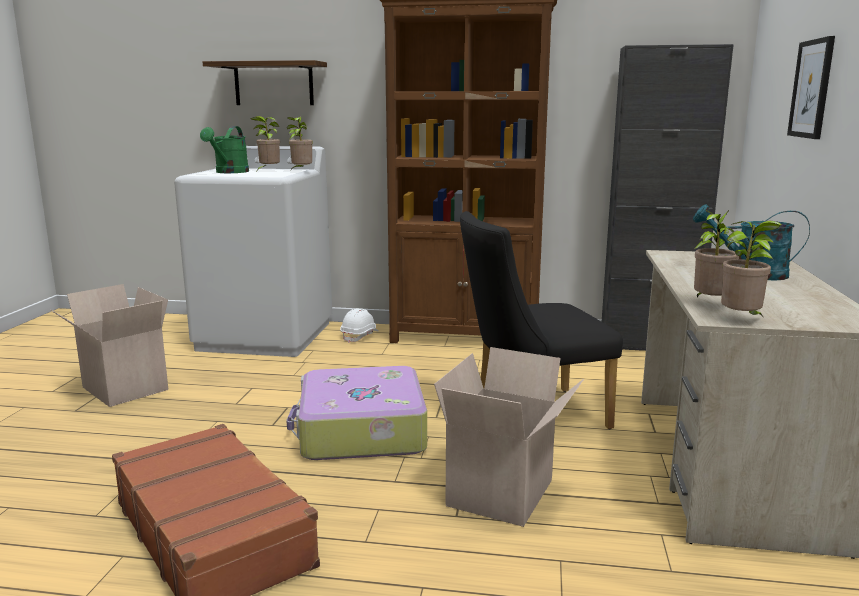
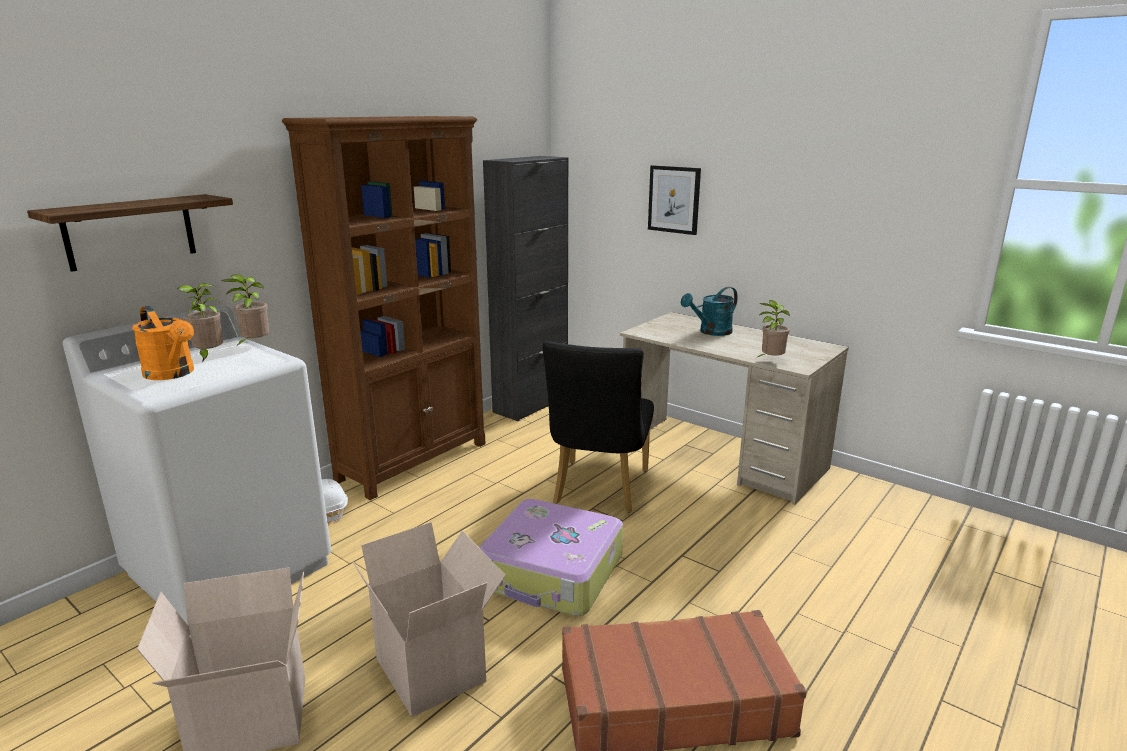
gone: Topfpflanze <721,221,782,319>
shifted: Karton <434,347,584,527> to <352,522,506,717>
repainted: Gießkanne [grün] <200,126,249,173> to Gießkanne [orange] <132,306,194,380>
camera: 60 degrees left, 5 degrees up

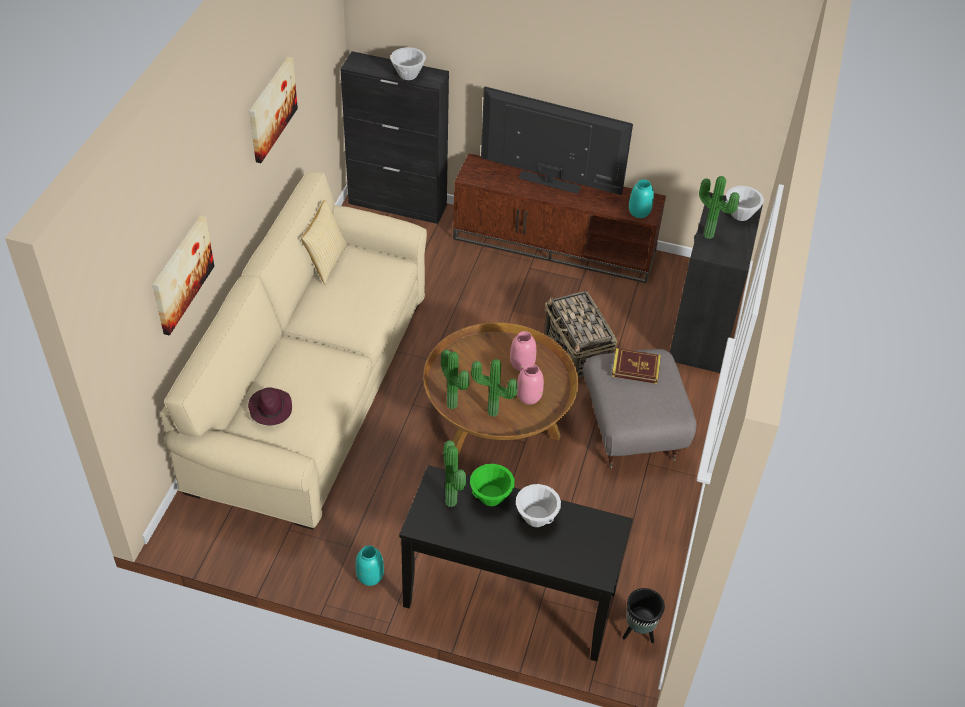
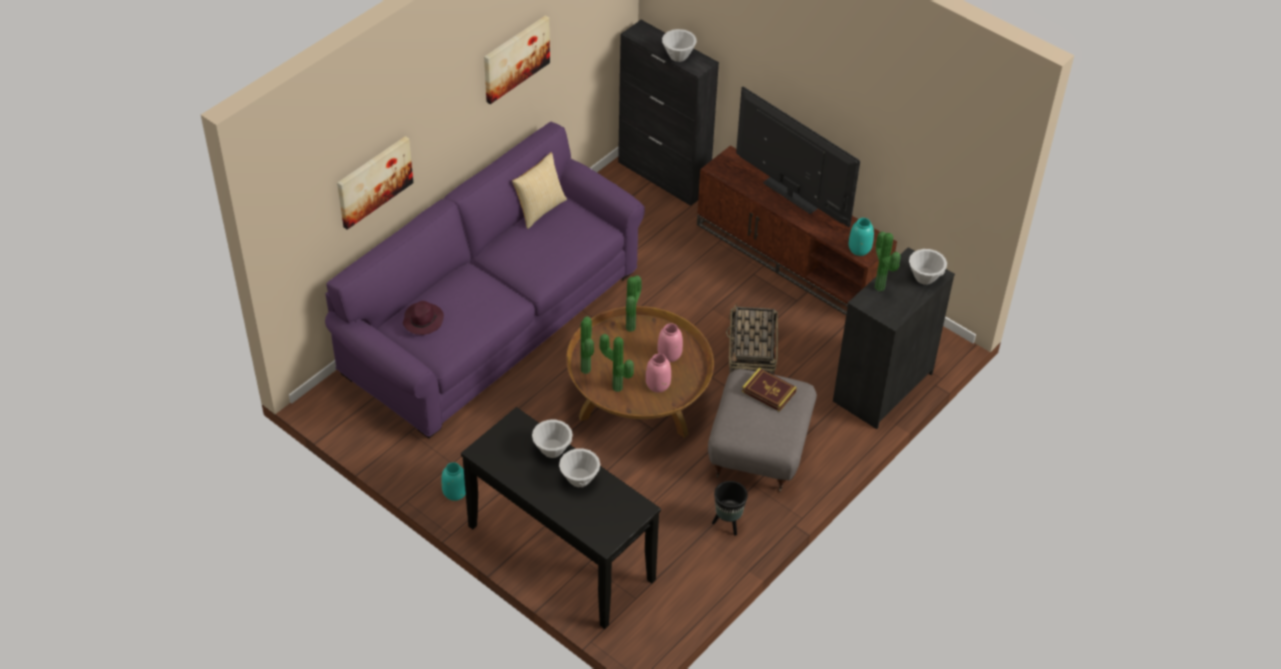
shifted: Topfpflanze <443,440,466,507> to <626,276,641,332>; Pflanzkübel [schwarz] <623,588,665,643> to <712,481,748,536>
repainted: Sofa [beige] <160,171,427,530> to Sofa [lila] <325,122,645,439>; Schüssel [grün] <470,464,515,506> to Schüssel [weiß] <532,420,573,458>
camera: 25 degrees right, 0 degrees up

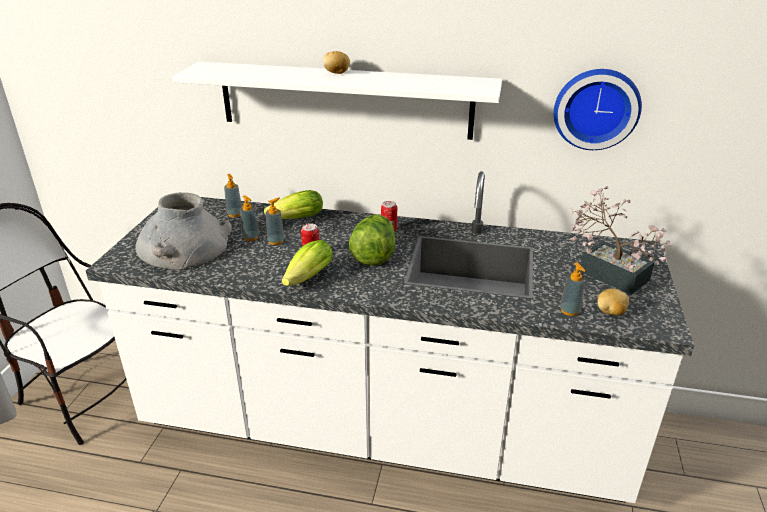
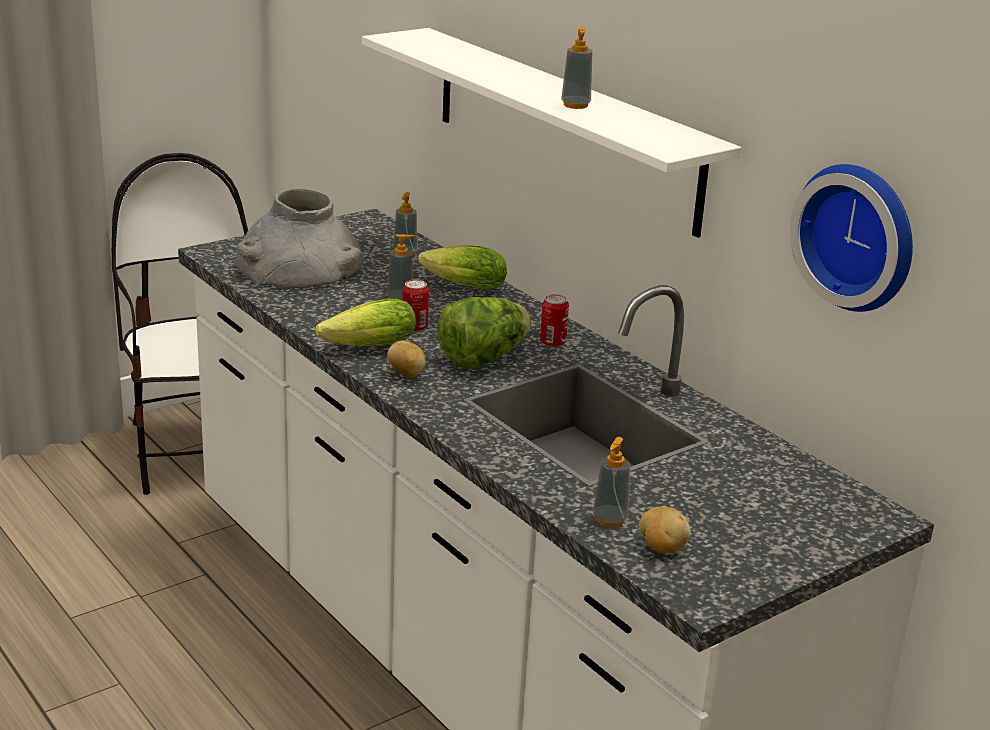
gone: Topfpflanze <571,186,672,295>
shifted: Seifenspender <240,195,259,241> to <561,26,592,109>; Kartoffel <323,51,350,74> to <387,341,426,377>
camera: 40 degrees right, 5 degrees down

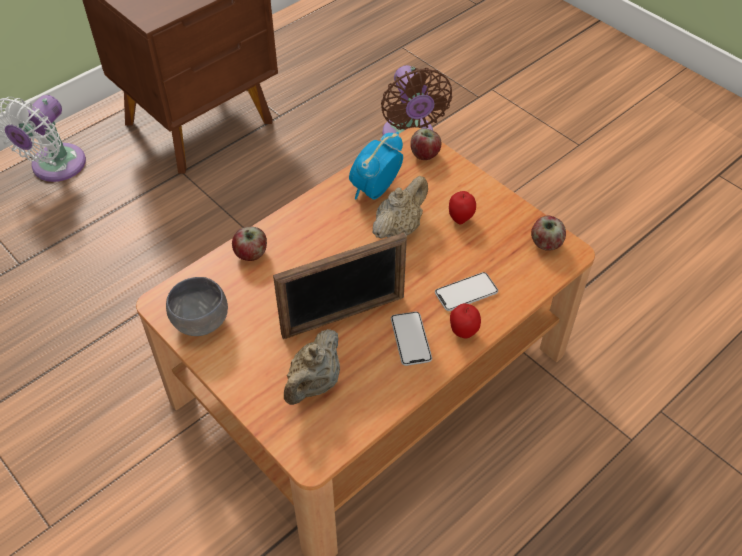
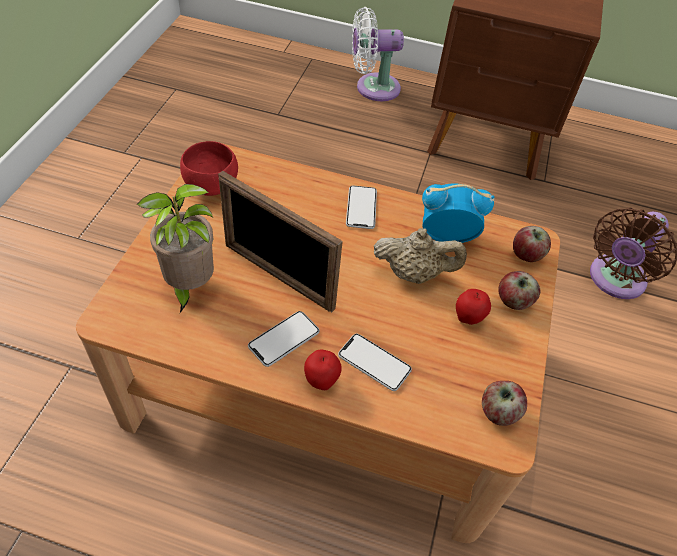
new: Handy <346,185,377,229>
shifted: Apfel <232,227,267,261> to <498,271,540,310>
swapped: Teekanne [beige] <284,329,340,405> to Topfpflanze <136,184,214,313>
repainted: Schüssel [grau] <166,277,228,336> to Schüssel [rot] <180,141,238,196>
camera: 55 degrees right, 0 degrees up

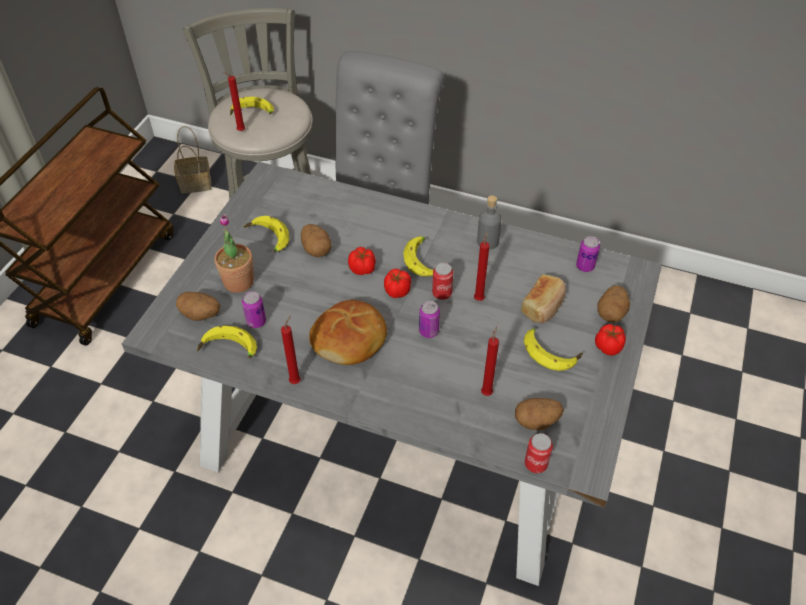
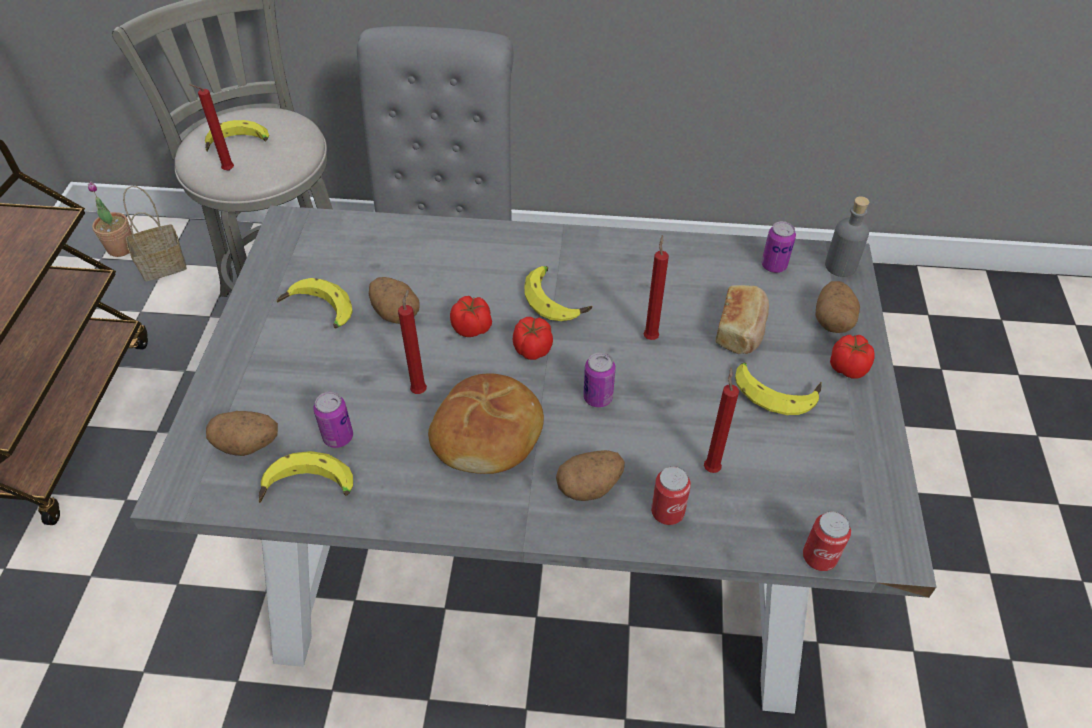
shifted: Topfpflanze <214,214,254,293> to <88,181,132,257>; Kerze [rot] <281,315,301,384> to <398,289,427,394>; Dose <432,263,453,300> to <651,466,691,525>; Flasche [grau] <477,195,502,250> to <825,196,869,277>; Kartoffel <515,398,564,430> to <556,450,625,501>
camera: 15 degrees left, 0 degrees up

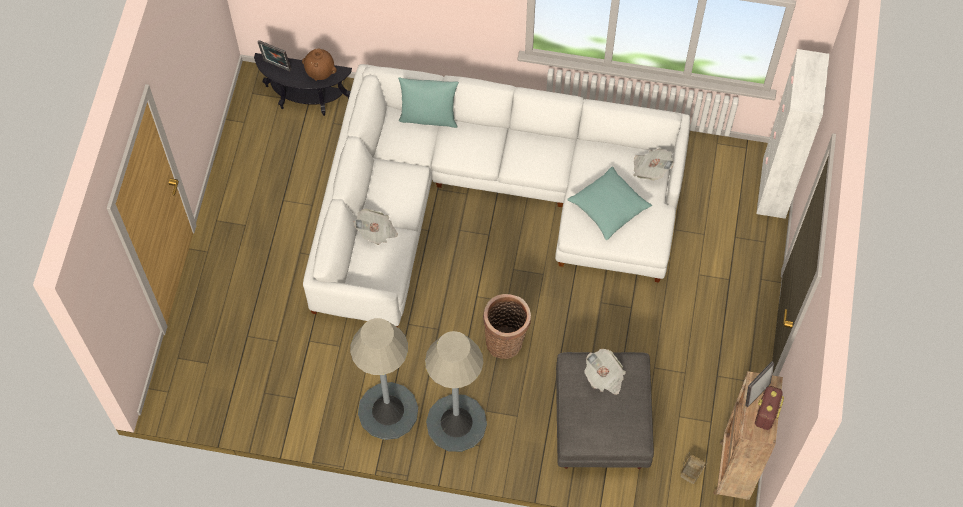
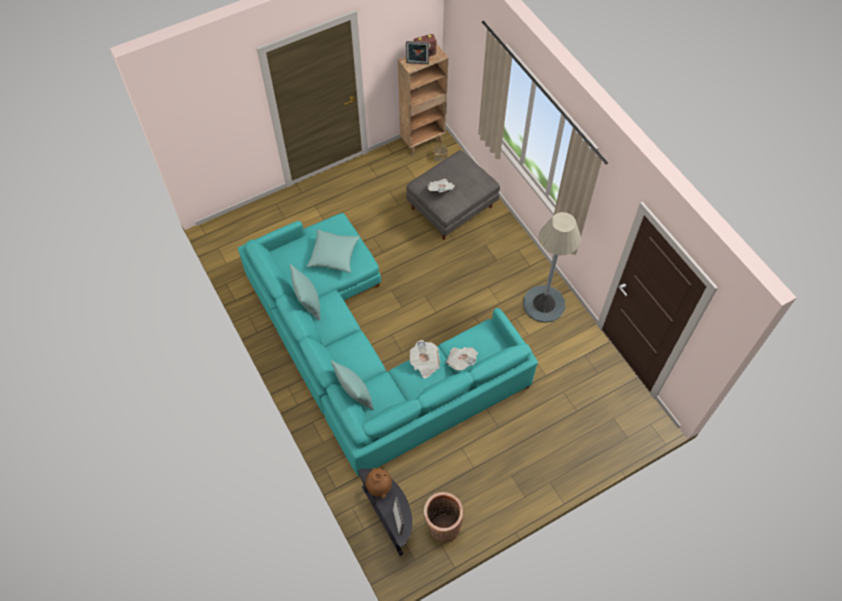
gone: Stehlampe [grau] <425,331,487,452>; Schrank [weiß] <756,49,829,219>
new: Kissen [türkis] <290,264,320,321>
shifted: Korb <483,294,531,359> to <424,492,464,543>; Zeitung <633,148,674,180> to <410,340,440,379>
repainted: Sofa [weiß] <303,64,690,327> to Sofa [türkis] <238,213,538,476>
camera: 130 degrees left, 5 degrees down

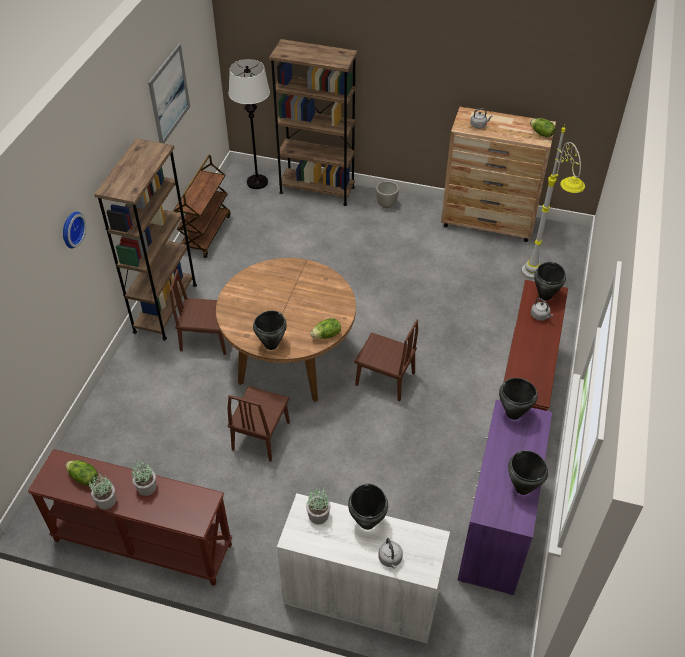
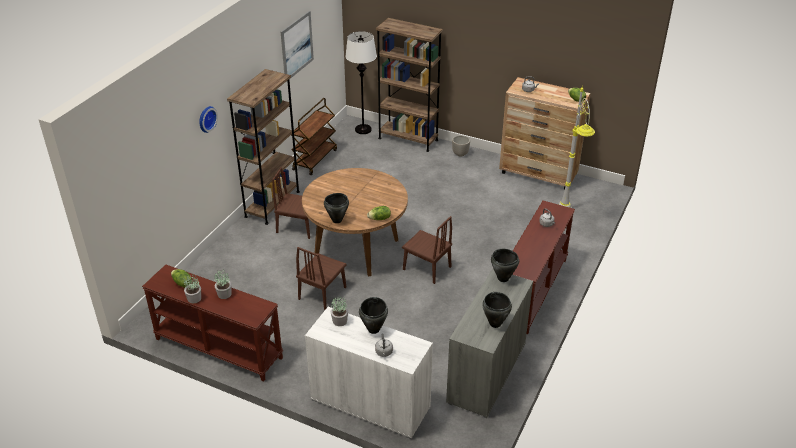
gone: Kochtopf [schwarz] <534,262,566,301>
repainted: Schrank [lila] <458,400,552,595> to Schrank [grau] <446,269,533,418>
camera: 10 degrees right, 10 degrees down

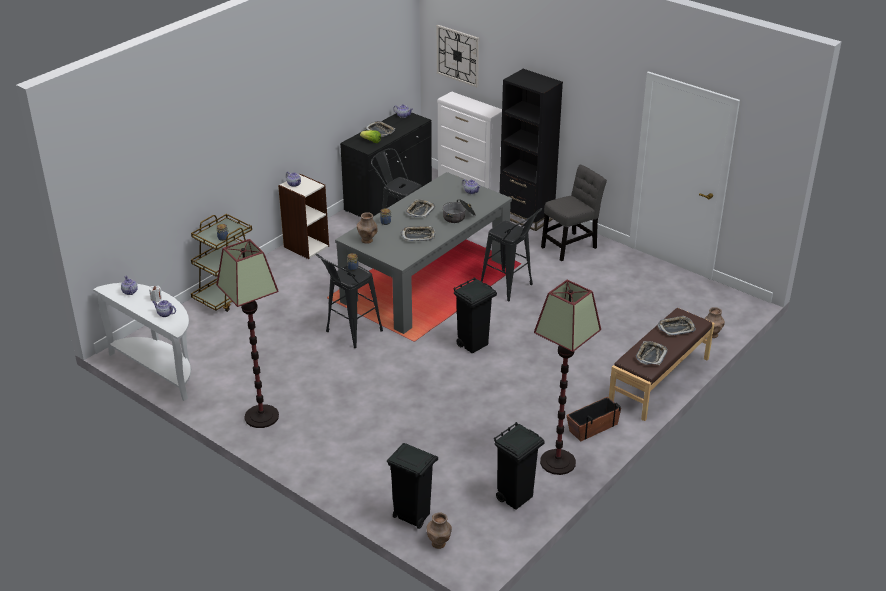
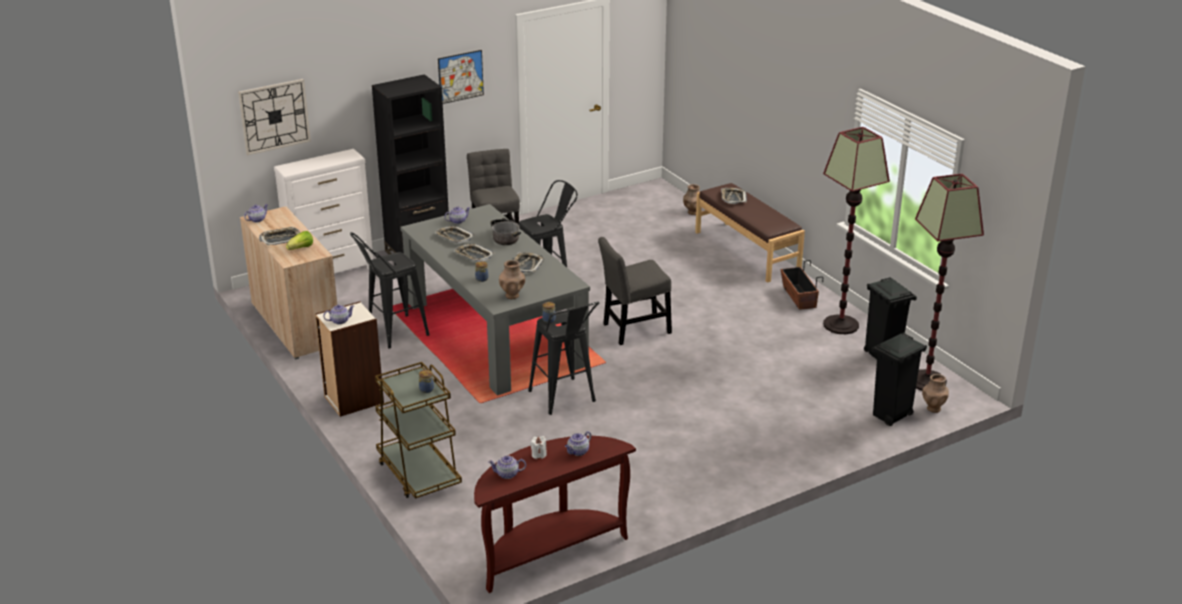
new: Bild <438,50,484,104>
shifted: Stehlampe <216,239,279,428> to <915,174,984,391>; Tablett <636,341,668,365> to <435,226,475,243>
swapped: Mülleimer [schwarz] <453,277,497,354> to Stuhl [grau] <598,237,672,345>
repainted: Konsolentisch [weiß] <93,283,192,401> to Konsolentisch [braun] <474,436,636,593>; Schrank [schwarz] <340,112,432,217> to Schrank [beige] <240,206,337,360>
camera: 70 degrees left, 5 degrees down

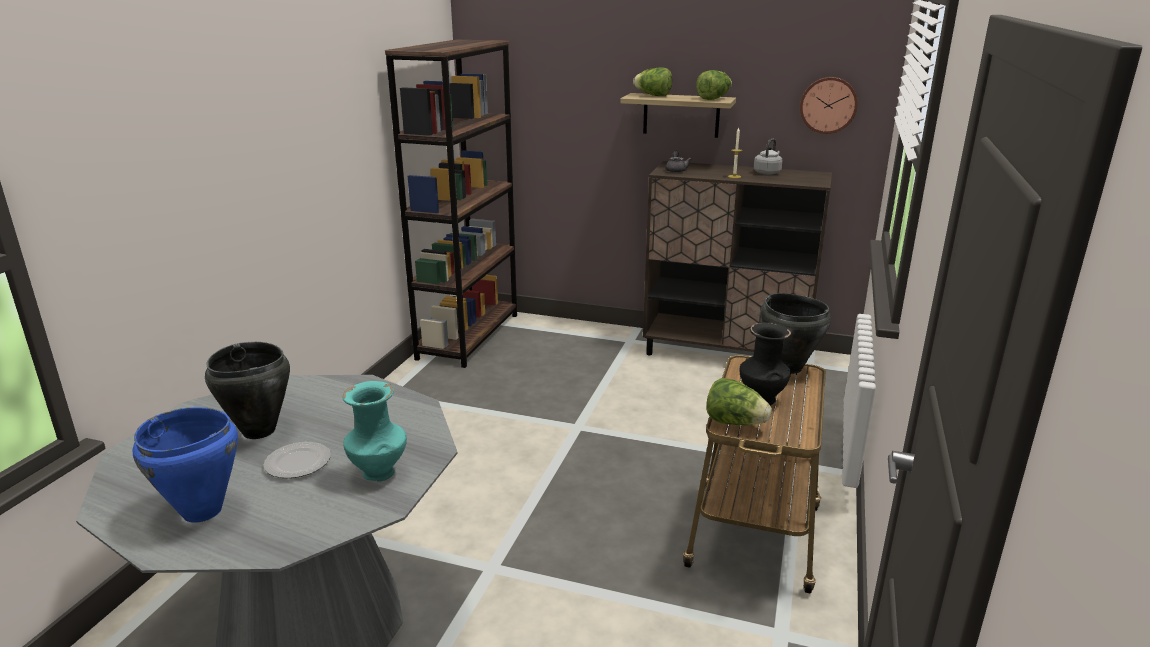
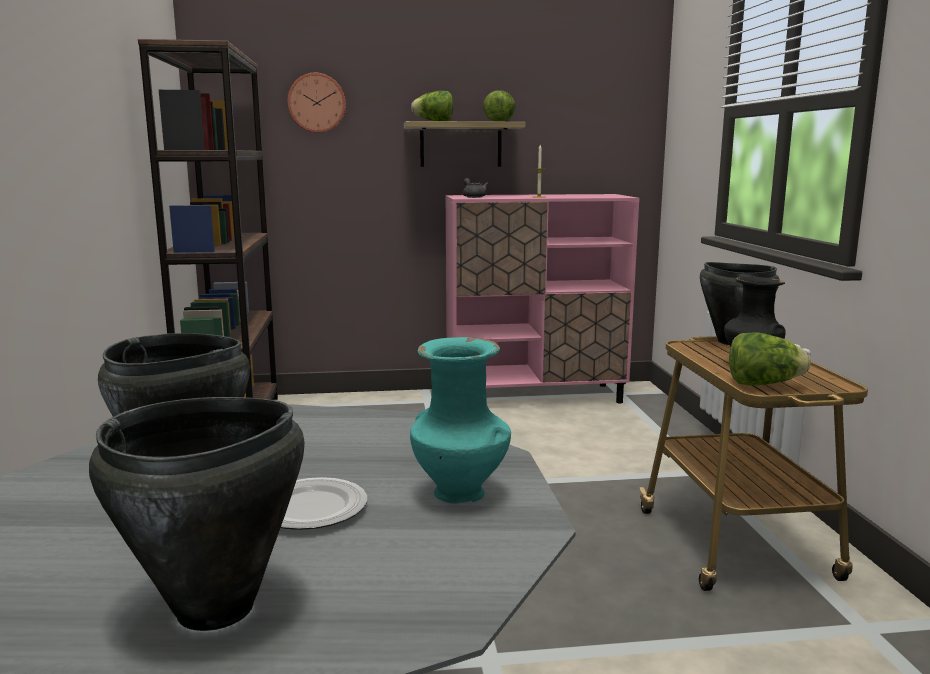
gone: Wasserkessel [grau] <754,138,783,175>
shifted: Wanduhr <800,77,858,134> to <287,73,346,133>
repainted: Kochtopf [blau] <133,407,238,523> to Kochtopf [schwarz] <89,397,305,631>; Schrank [braun] <643,161,832,376> to Schrank [rosa] <445,194,640,403>
camera: 25 degrees left, 10 degrees down

